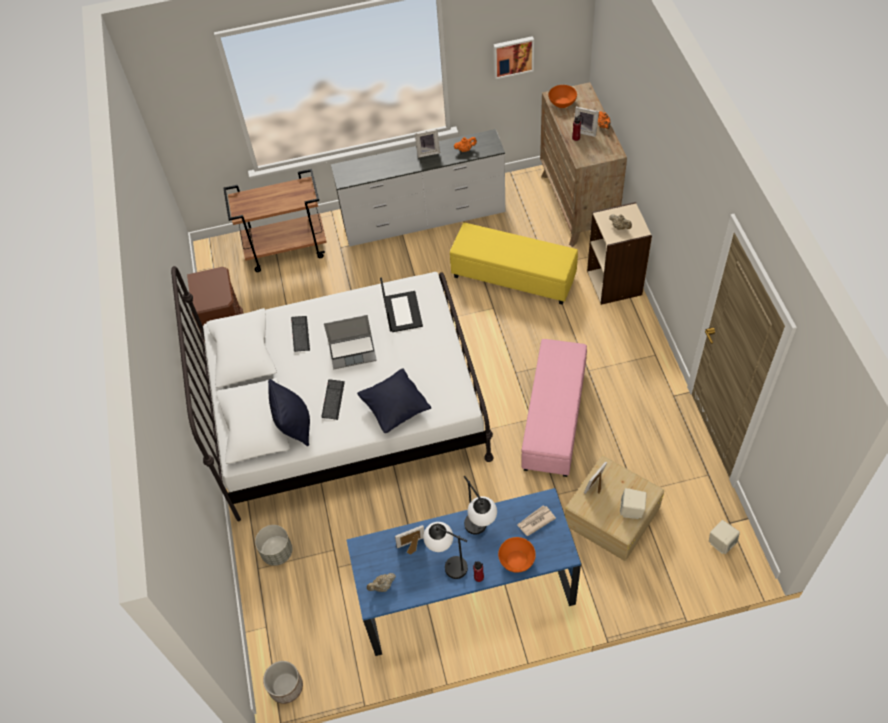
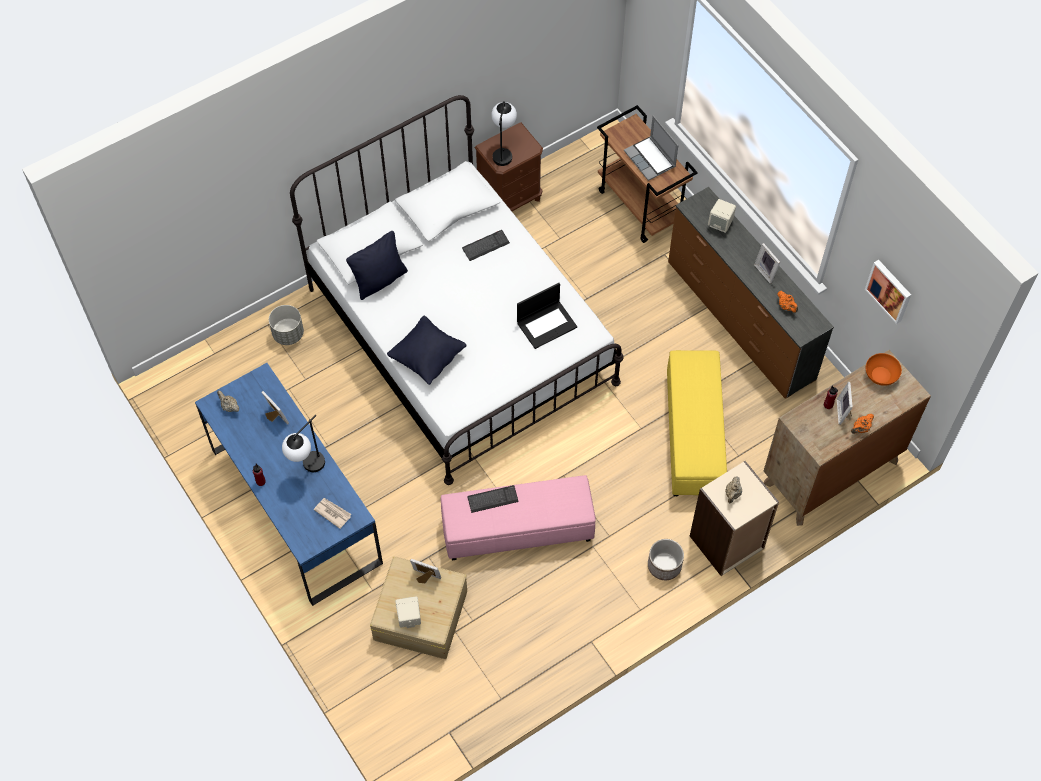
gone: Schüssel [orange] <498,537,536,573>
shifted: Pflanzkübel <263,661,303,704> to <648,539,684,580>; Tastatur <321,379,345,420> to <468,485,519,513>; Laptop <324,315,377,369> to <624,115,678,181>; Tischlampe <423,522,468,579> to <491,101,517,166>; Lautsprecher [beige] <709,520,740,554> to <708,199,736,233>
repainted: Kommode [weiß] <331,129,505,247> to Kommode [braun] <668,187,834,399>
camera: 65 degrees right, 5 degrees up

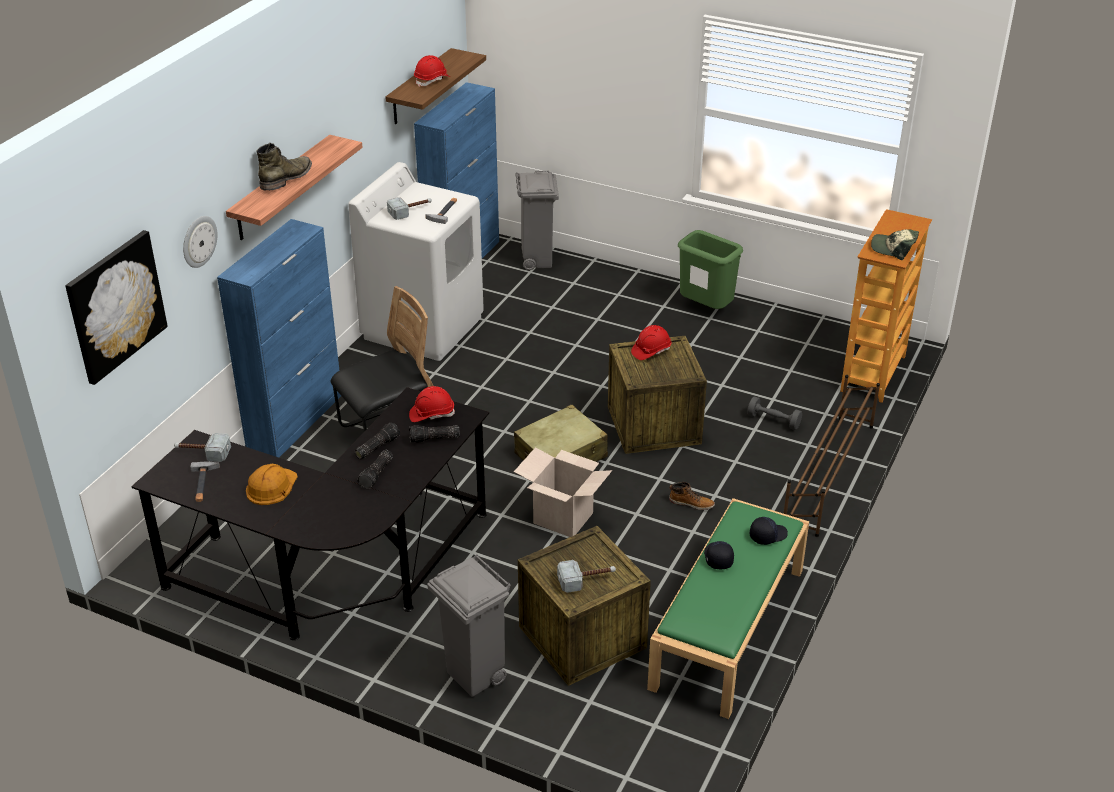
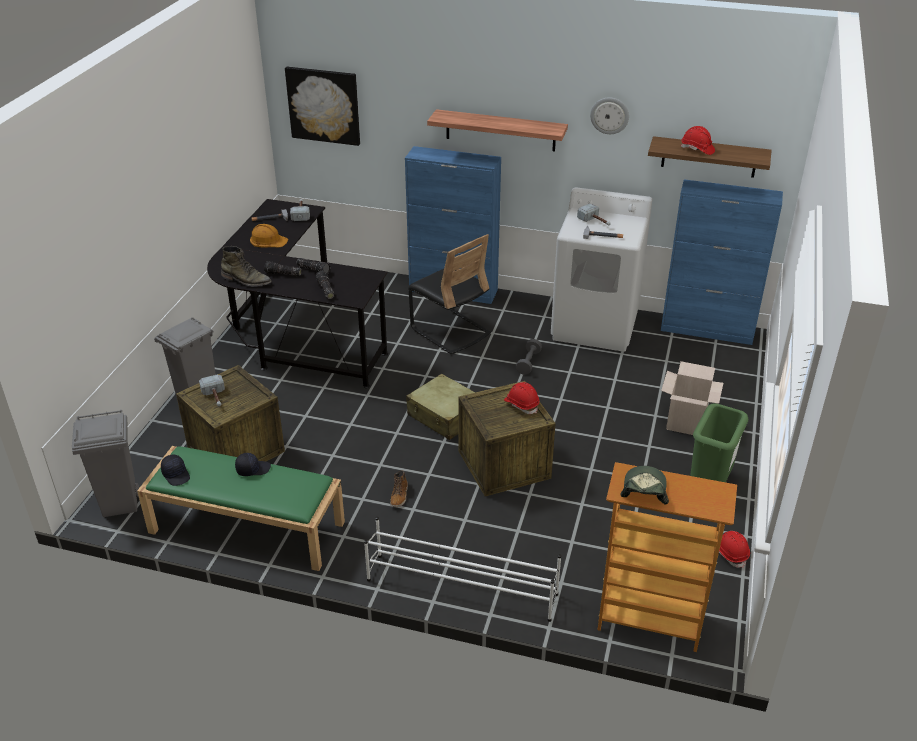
shifted: Wanduhr <183,216,217,268> to <590,97,629,134>; Stiefel [grün] <257,143,312,190> to <221,246,272,287>; Schutzhelm [rot] <409,386,455,422> to <719,531,750,568>; Karton <514,447,612,537> to <661,361,723,435>; Mülleimer [grau] <516,171,559,270> to <72,410,139,517>; Hantel [grau] <747,397,802,430> to <516,339,542,375>; Kappe [schwarz] <750,517,788,545> to <161,455,190,486>
repainted: Schuhregal [braun] <783,375,880,537> to Schuhregal [weiß] <364,517,561,622>
camera: 80 degrees right, 0 degrees up

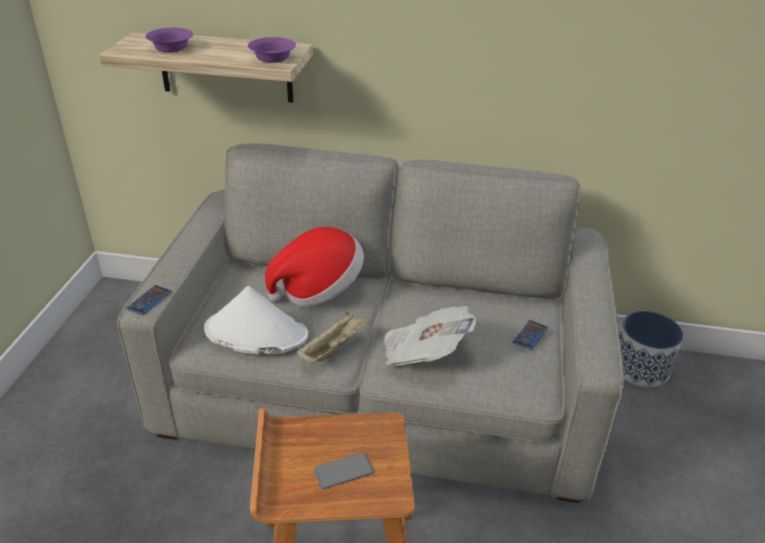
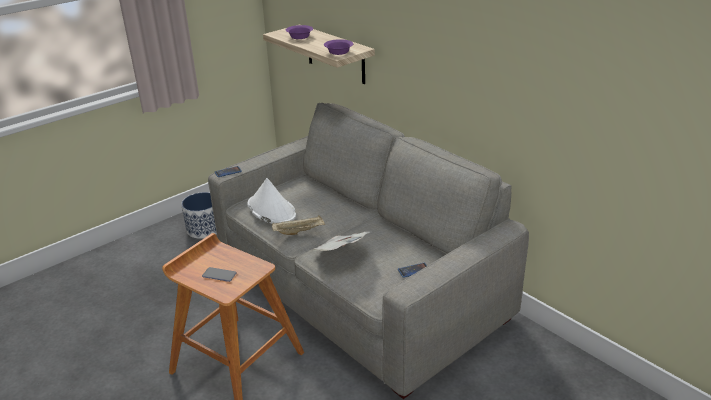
gone: Hut <265,227,364,306>
shifted: Pflanzkübel <619,311,684,387> to <181,192,217,239>
camera: 40 degrees right, 5 degrees down

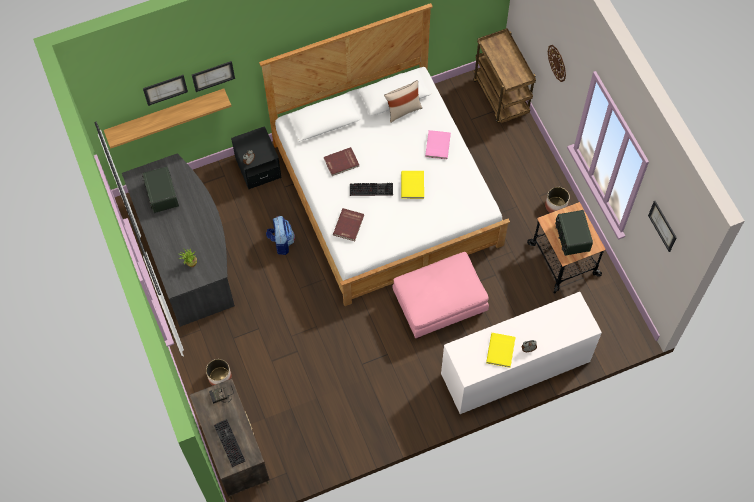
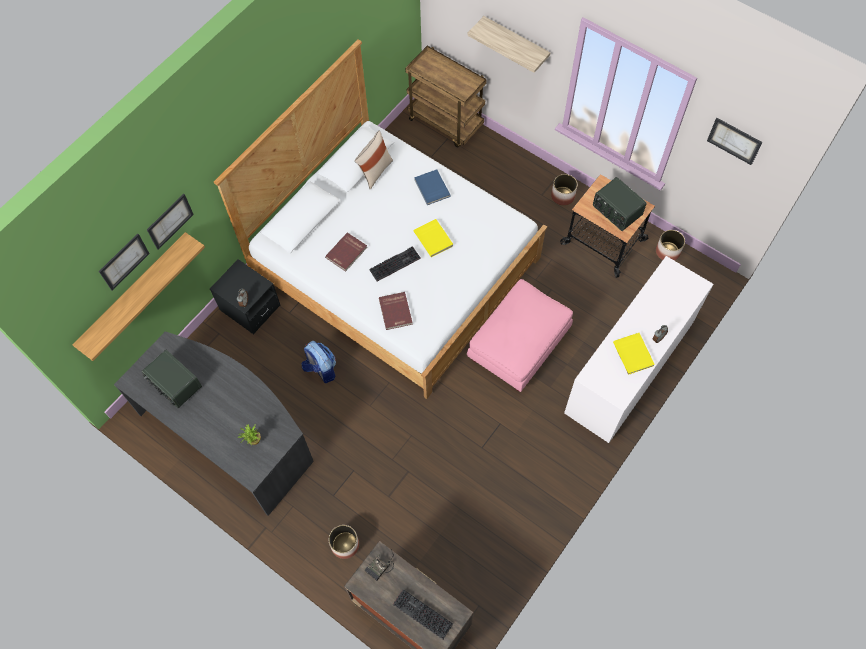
new: Pflanzkübel <656,230,685,261>
swapped: Wanduhr <548,45,566,82> to Wandregal <467,16,550,73>
repainted: Buch [rosa] <425,130,451,159> to Buch [blau] <414,169,451,205>
camera: 30 degrees left, 0 degrees up

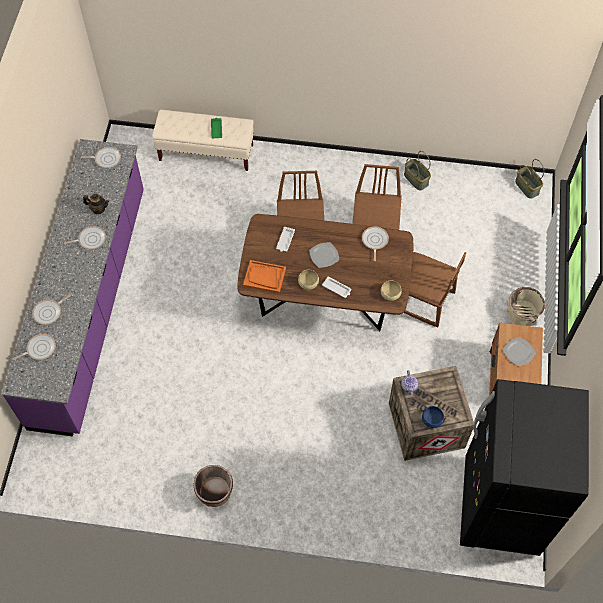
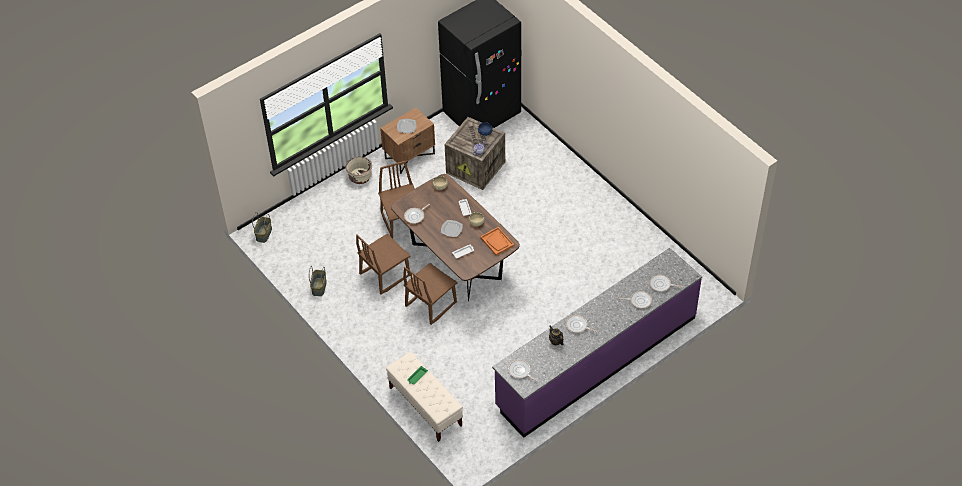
gone: Pflanzkübel [braun] <194,465,233,507>
camera: 135 degrees left, 10 degrees down

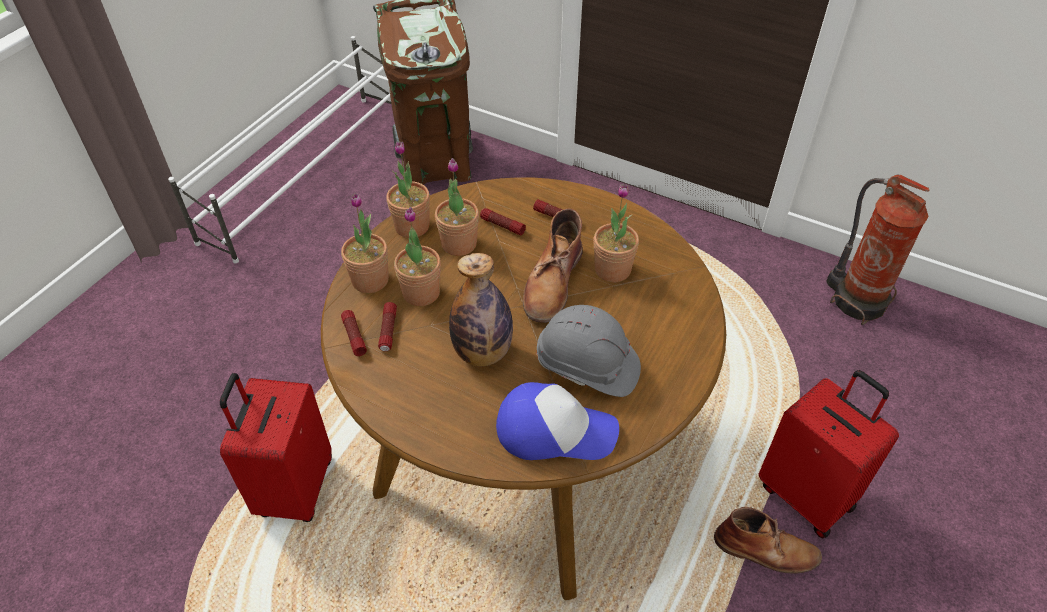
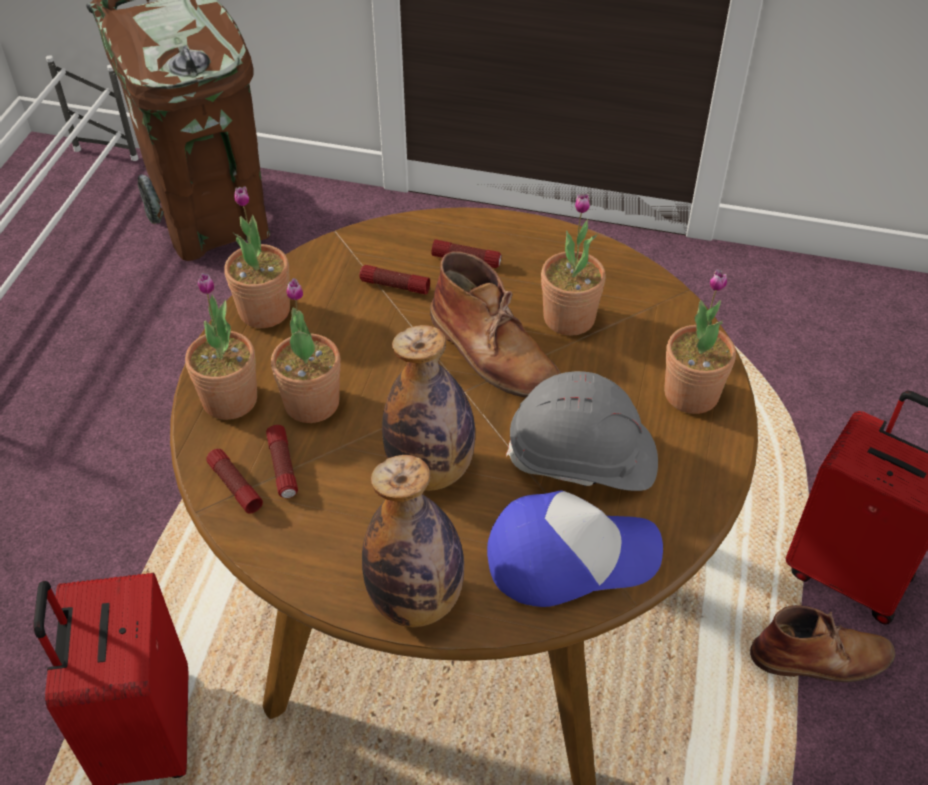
gone: Feuerlöscher <826,175,929,325>
new: Flasche <362,455,464,627>
shifted: Topfpflanze <435,158,479,256> to <664,269,736,414>
rotated: Stiefel [braun] <523,208,583,323> = <430,251,561,398> 45 degrees counterclockwise
camera: 15 degrees left, 0 degrees up

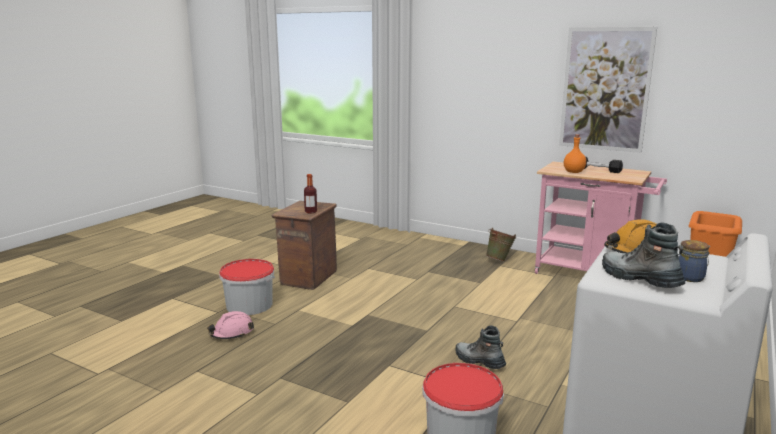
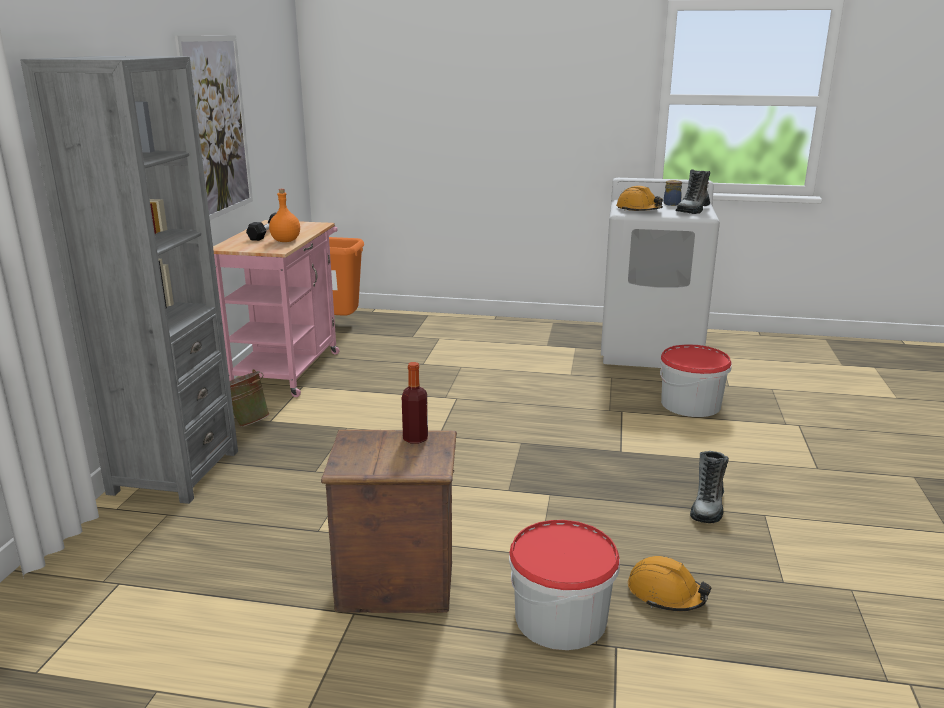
new: Bücherregal [grau] <20,56,238,504>
shifted: Stiefel <455,326,506,369> to <690,451,729,523>
repainted: Schutzhelm [rosa] <207,311,254,339> to Schutzhelm [orange] <628,556,711,612>
camera: 110 degrees left, 5 degrees up

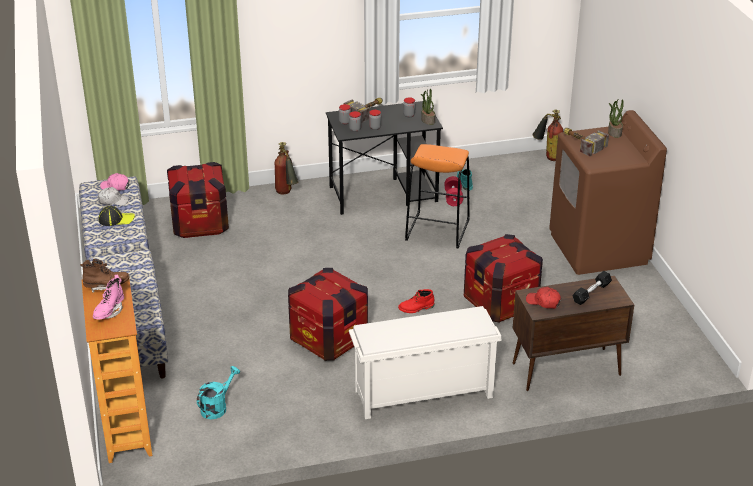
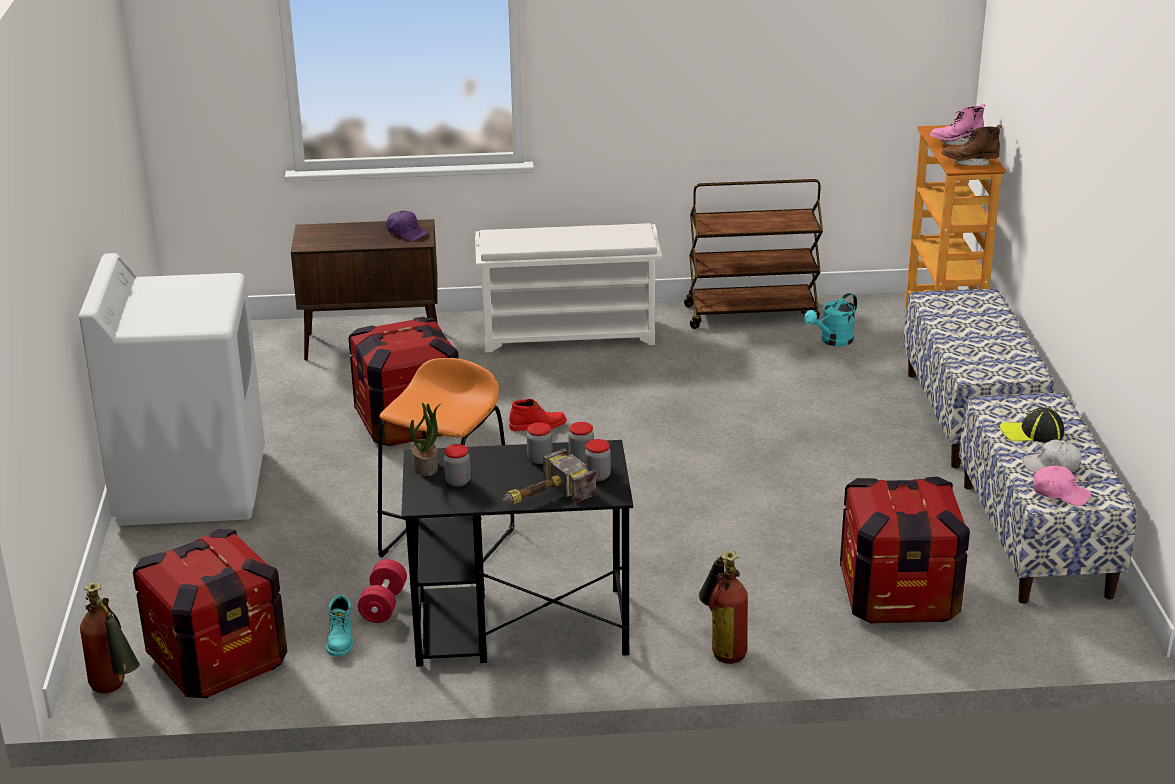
gone: Hammer <563,128,609,156>; Hantel [schwarz] <573,271,612,305>; Topfpflanze <608,100,624,138>
new: Rollwagen [braun] <684,179,823,329>
shifted: Kiste <288,268,368,361> to <133,529,287,698>
repainted: Kappe [rot] <526,287,561,309> to Kappe [lila] <386,210,429,241>; Waschmaschine [braun] <549,110,667,275> to Waschmaschine [weiß] <79,253,265,526>
rotated: Stiefel [rosa] <93,275,124,320> = <930,104,985,146> 135 degrees counterclockwise
camera: 170 degrees left, 5 degrees down

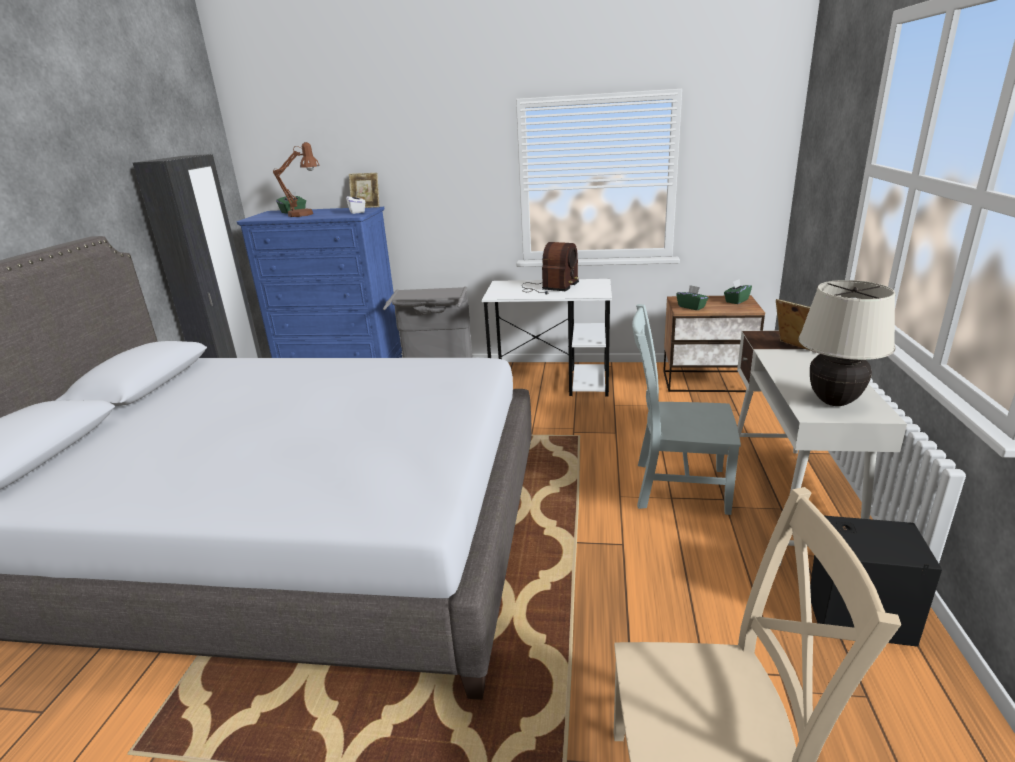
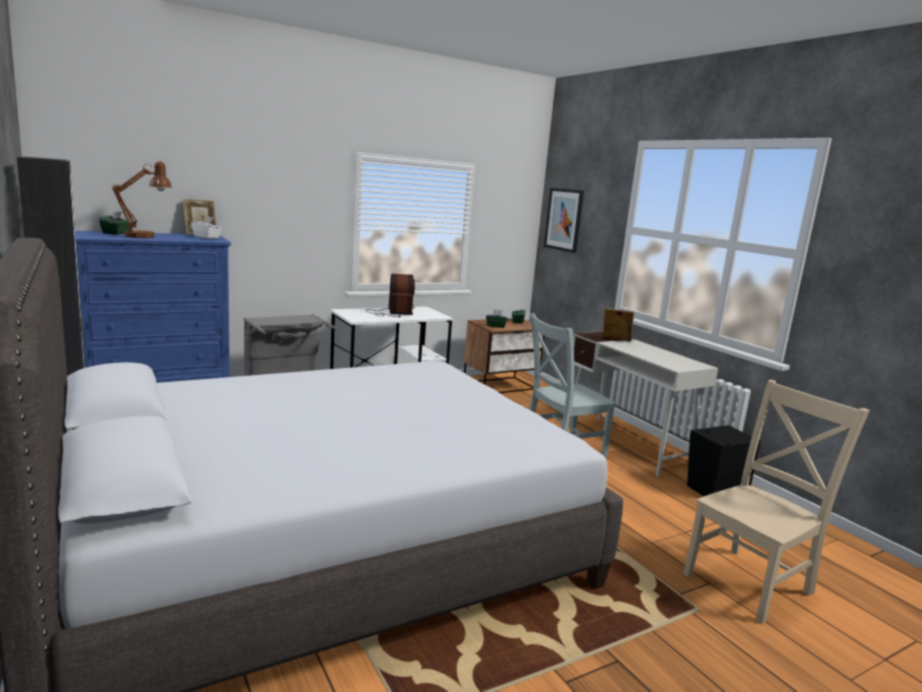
gone: Tischlampe [beige] <798,280,896,406>
new: Bild <544,188,584,253>
camera: 40 degrees left, 10 degrees down

